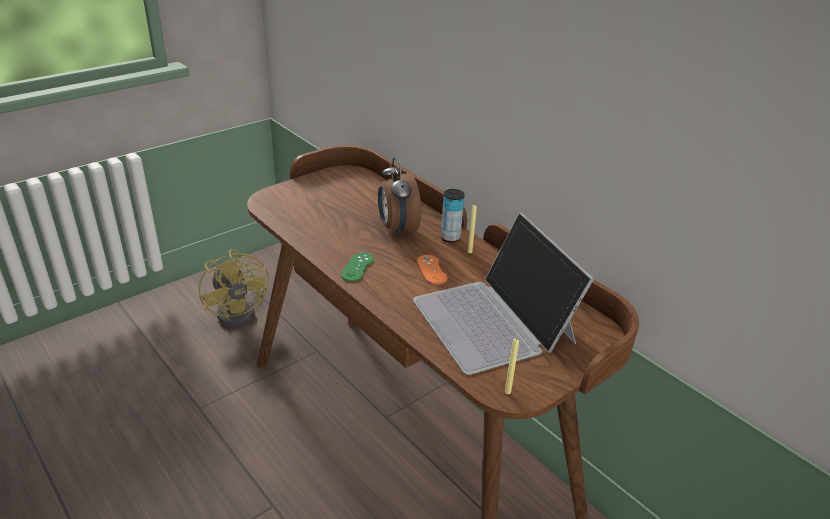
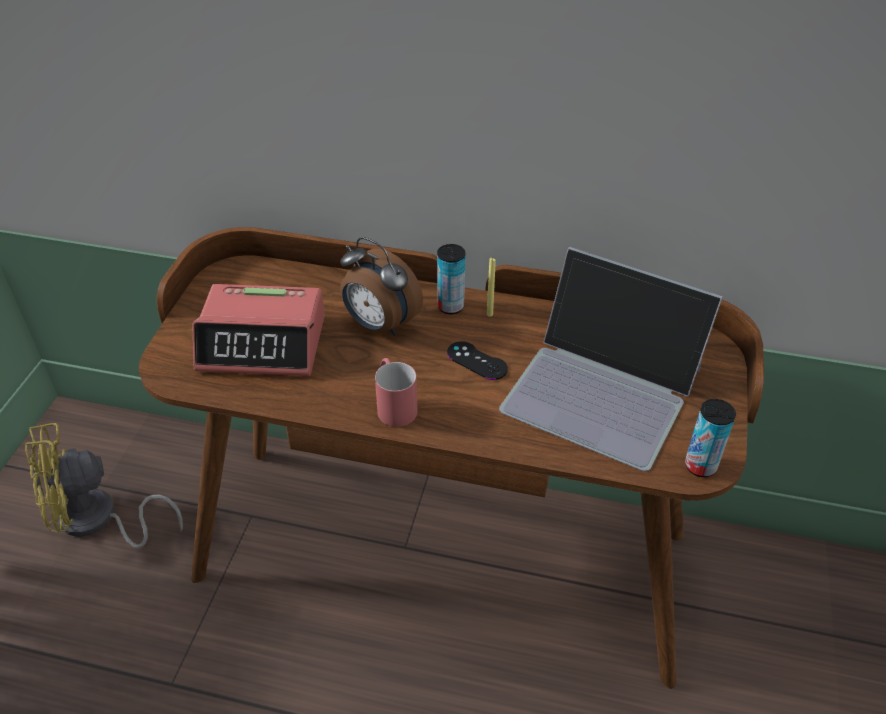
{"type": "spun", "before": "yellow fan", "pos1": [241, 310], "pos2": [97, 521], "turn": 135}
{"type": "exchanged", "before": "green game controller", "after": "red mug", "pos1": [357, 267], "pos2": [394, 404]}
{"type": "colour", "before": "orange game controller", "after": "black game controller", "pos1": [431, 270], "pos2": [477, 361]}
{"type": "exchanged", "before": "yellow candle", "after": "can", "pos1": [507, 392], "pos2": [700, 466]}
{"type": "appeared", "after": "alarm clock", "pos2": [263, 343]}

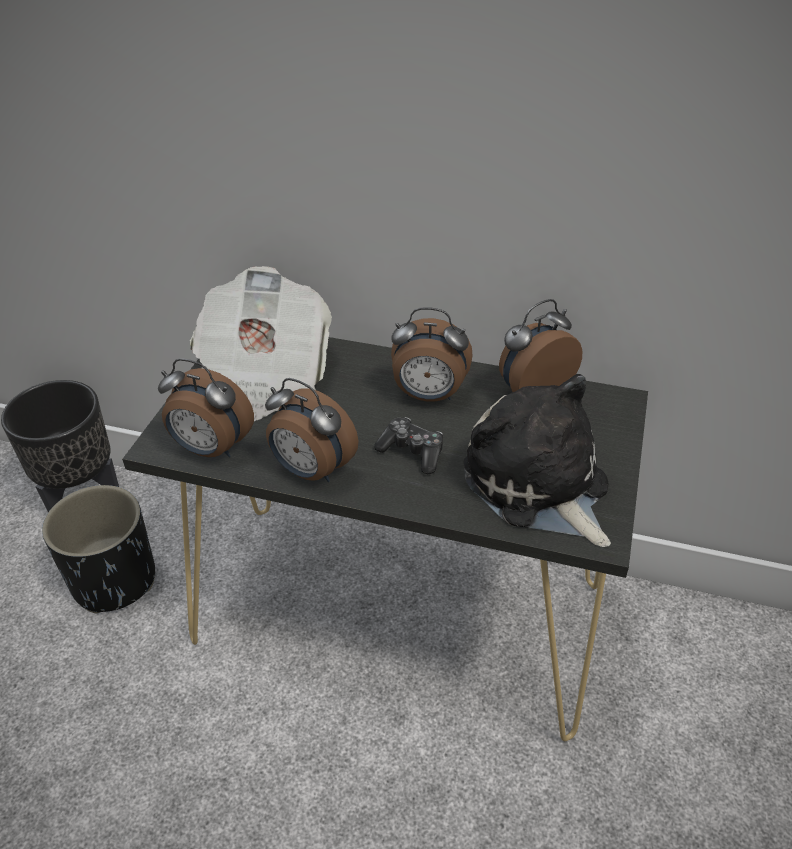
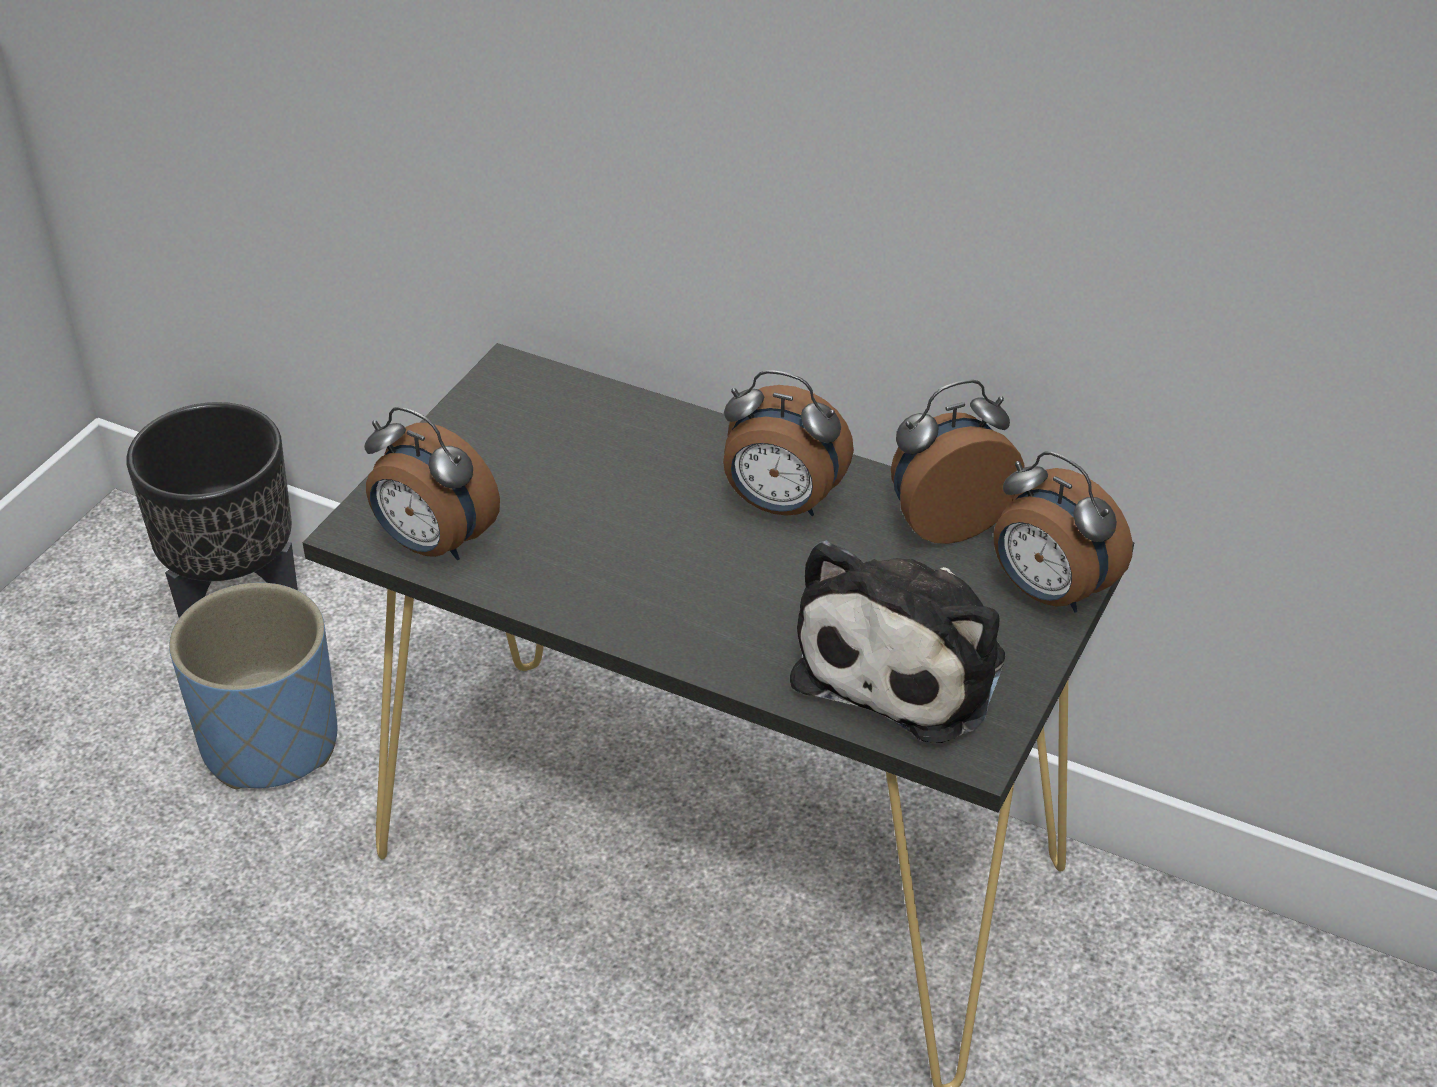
{"type": "colour", "before": "black planter", "after": "blue planter", "pos1": [114, 581], "pos2": [270, 743]}
{"type": "missing", "before": "newspaper", "pos1": [264, 377]}
{"type": "relocated", "before": "alarm clock", "pos1": [311, 471], "pos2": [1048, 593]}
{"type": "missing", "before": "game controller", "pos1": [412, 452]}
{"type": "spun", "before": "plush toy", "pos1": [538, 486], "pos2": [907, 663], "turn": -135}

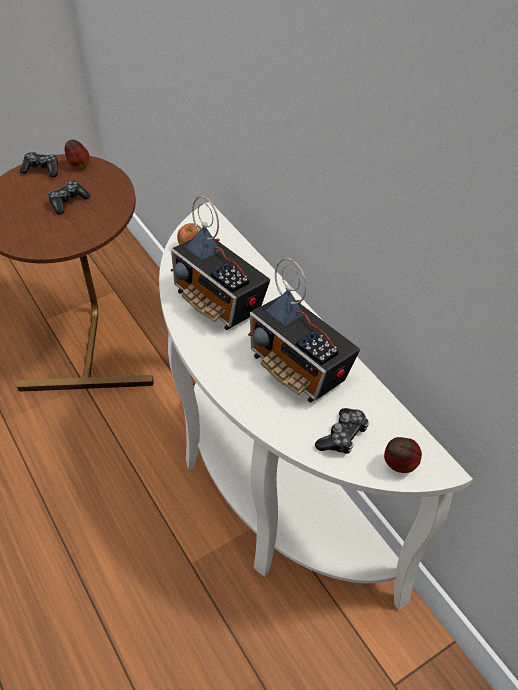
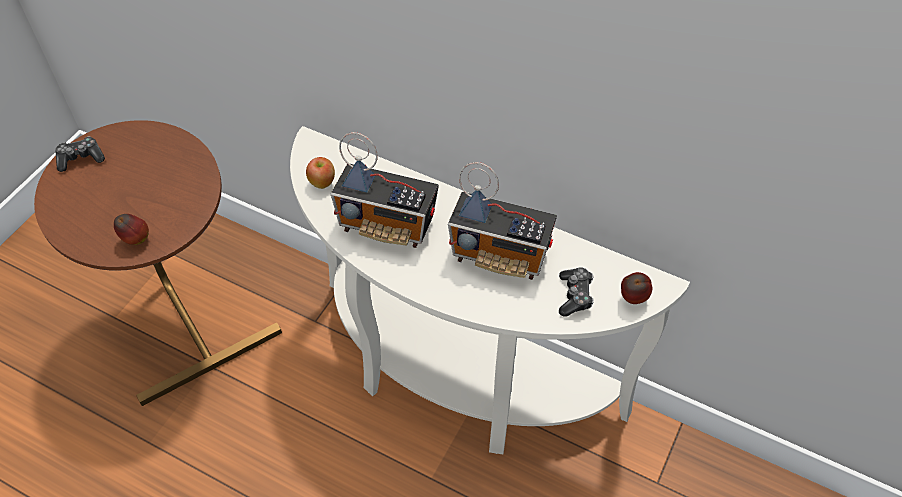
{"type": "missing", "before": "game controller", "pos1": [68, 202]}
{"type": "relocated", "before": "apple", "pos1": [79, 166], "pos2": [135, 240]}

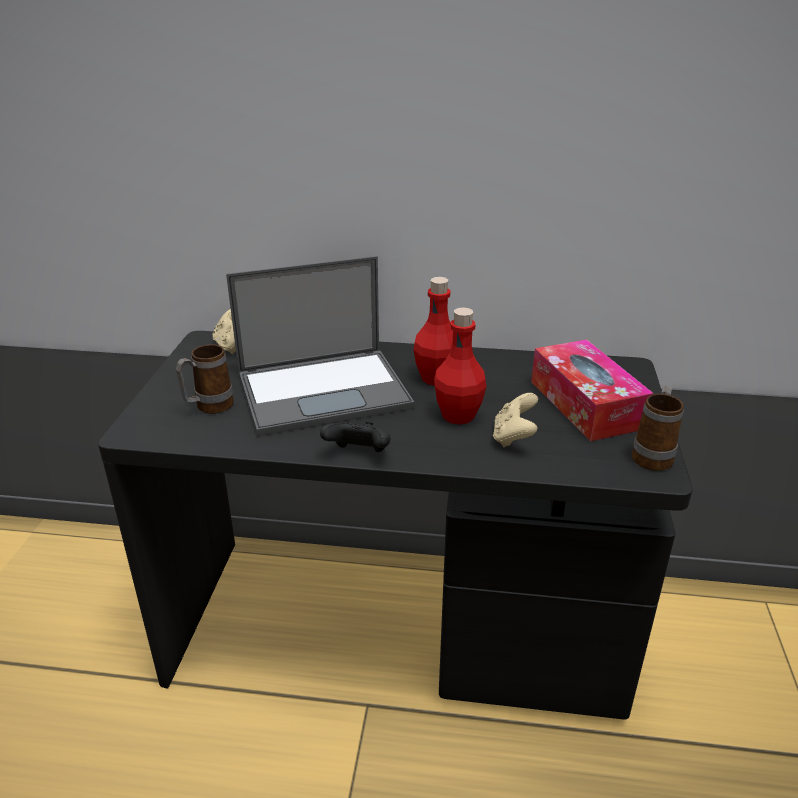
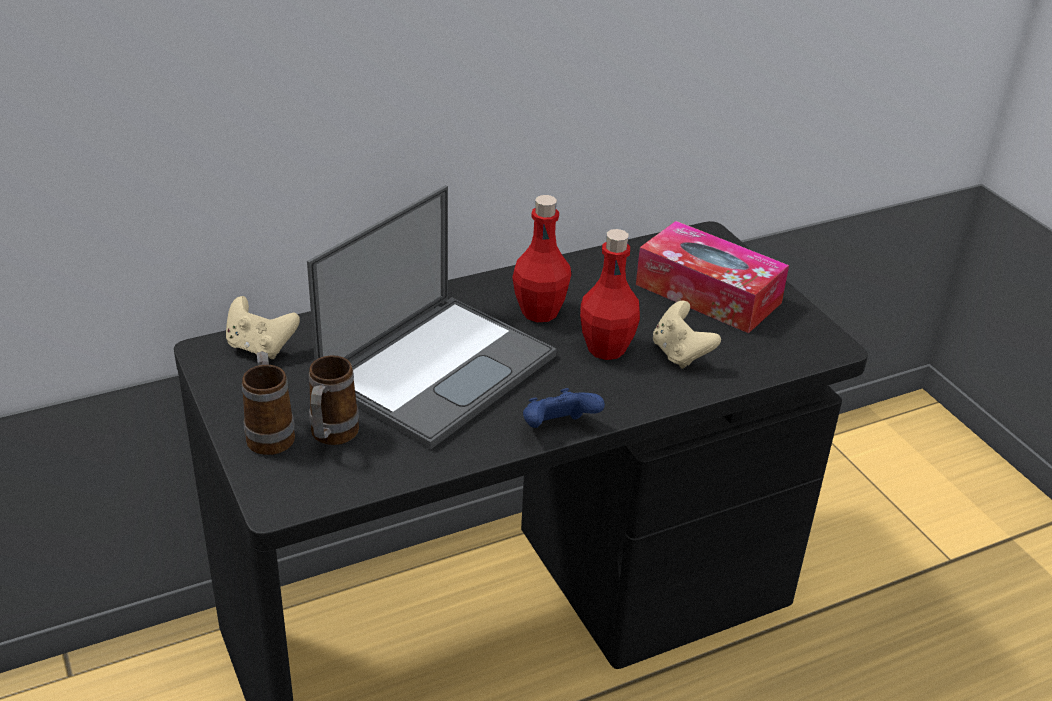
{"type": "colour", "before": "black game controller", "after": "blue game controller", "pos1": [358, 454], "pos2": [557, 429]}
{"type": "relocated", "before": "mug", "pos1": [653, 455], "pos2": [270, 433]}

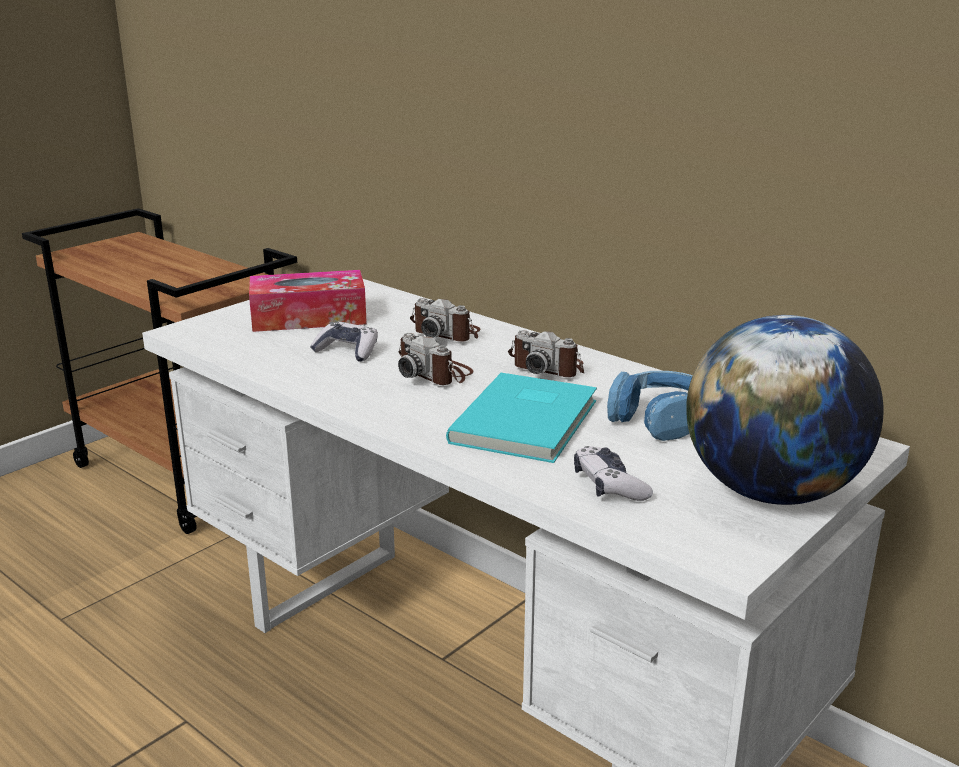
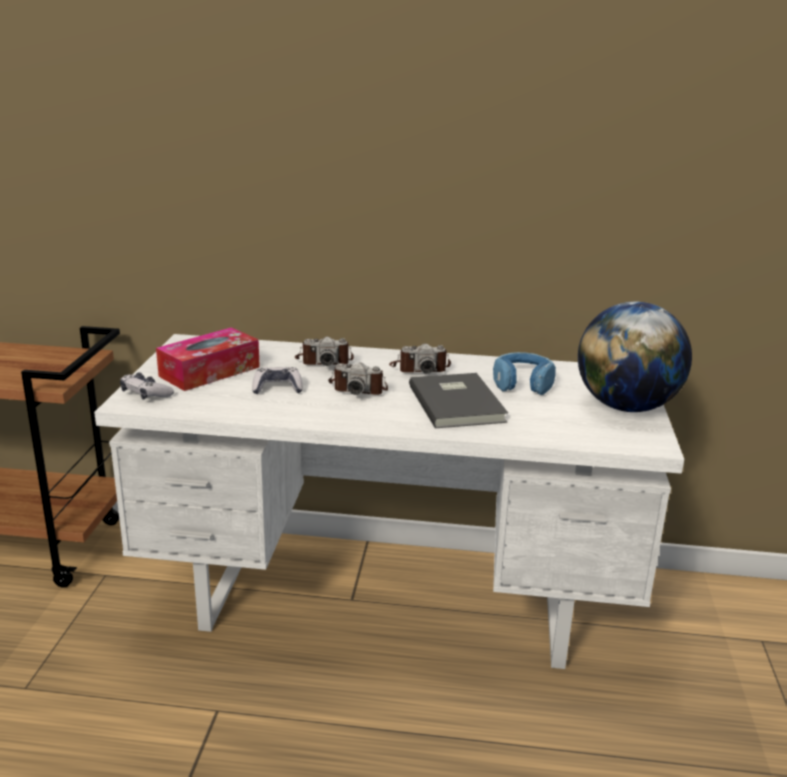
{"type": "colour", "before": "turquoise book", "after": "grey book", "pos1": [529, 421], "pos2": [458, 403]}
{"type": "relocated", "before": "game controller", "pos1": [609, 485], "pos2": [146, 394]}

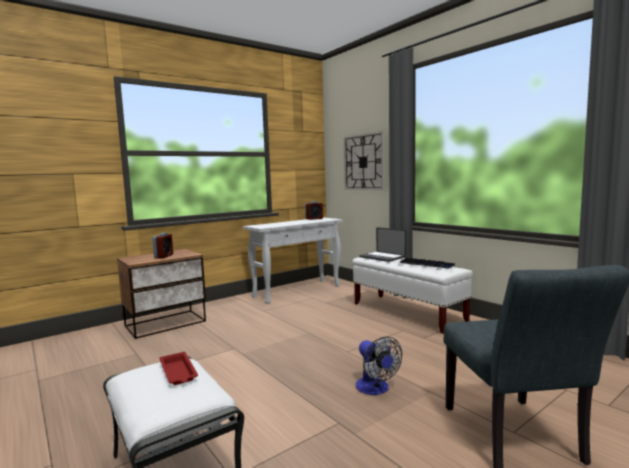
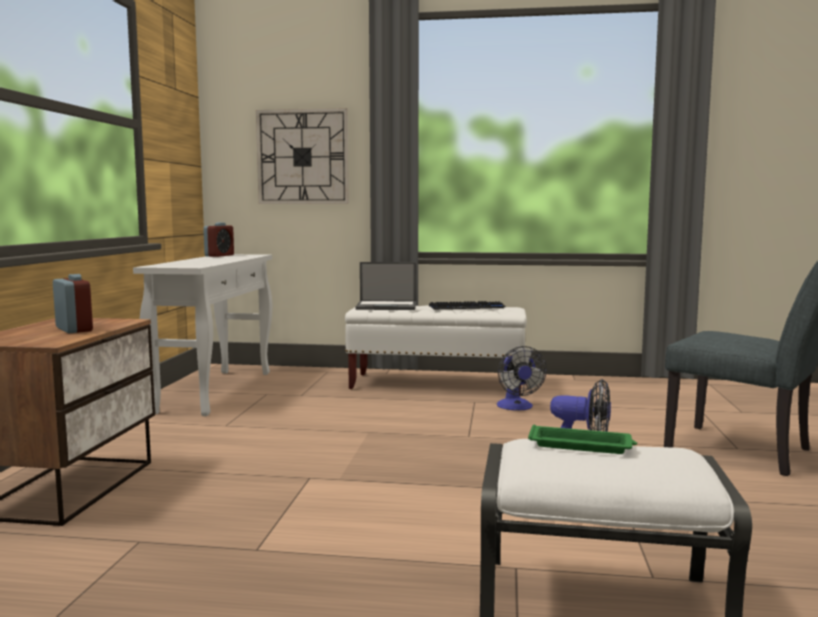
{"type": "colour", "before": "red tray", "after": "green tray", "pos1": [178, 372], "pos2": [582, 445]}
{"type": "appeared", "after": "fan", "pos2": [517, 407]}

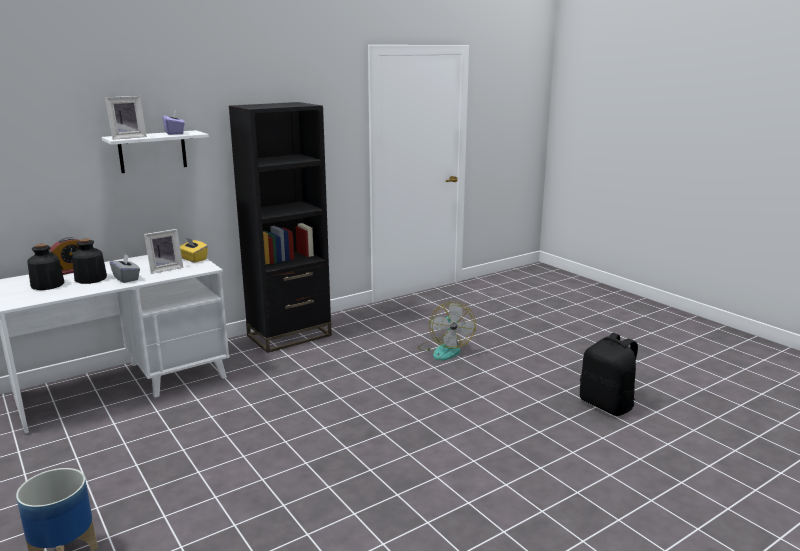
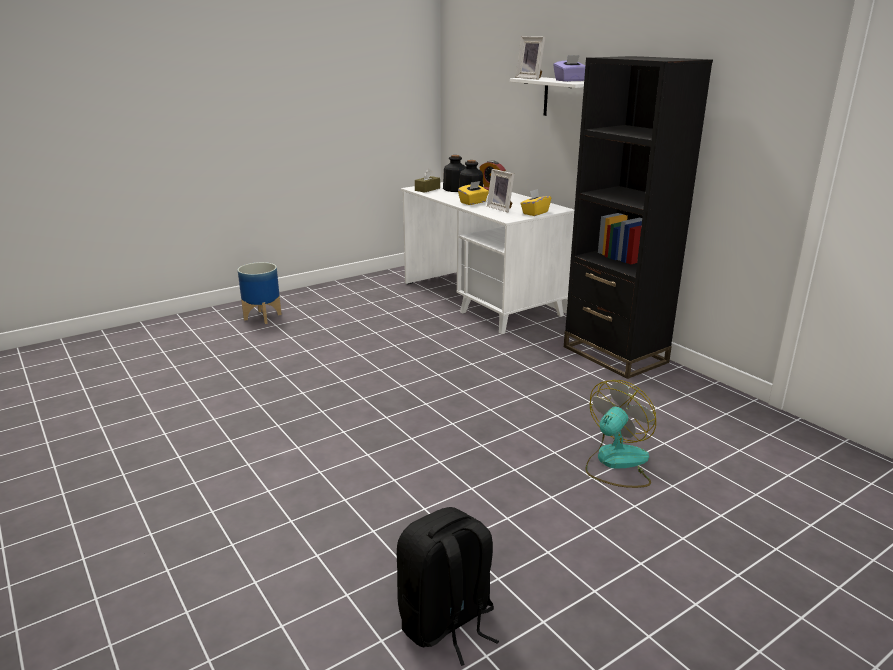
{"type": "colour", "before": "grey tissue box", "after": "yellow tissue box", "pos1": [126, 278], "pos2": [473, 202]}
{"type": "spun", "before": "fan", "pos1": [445, 350], "pos2": [616, 463], "turn": 135}
{"type": "appeared", "after": "brown tissue box", "pos2": [427, 189]}

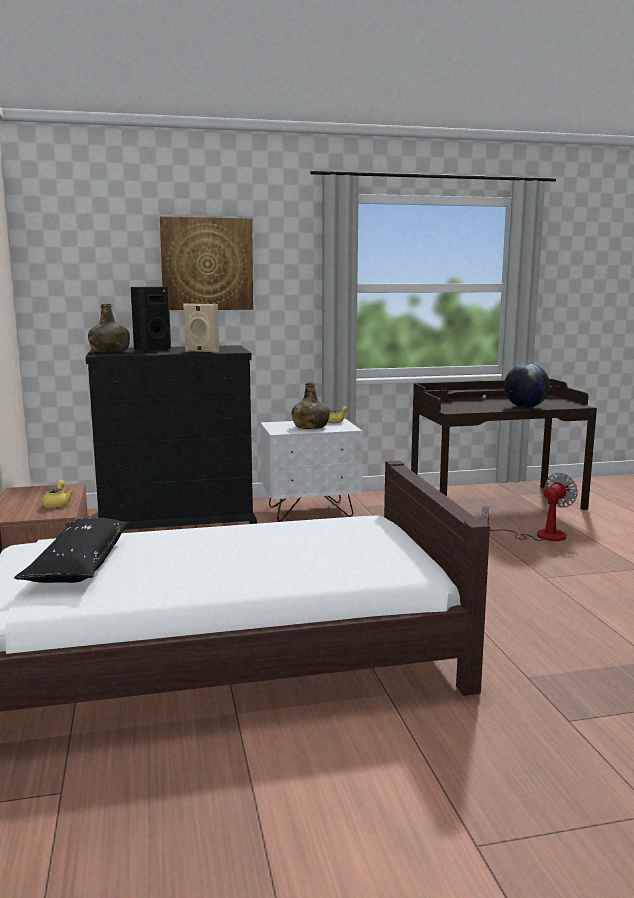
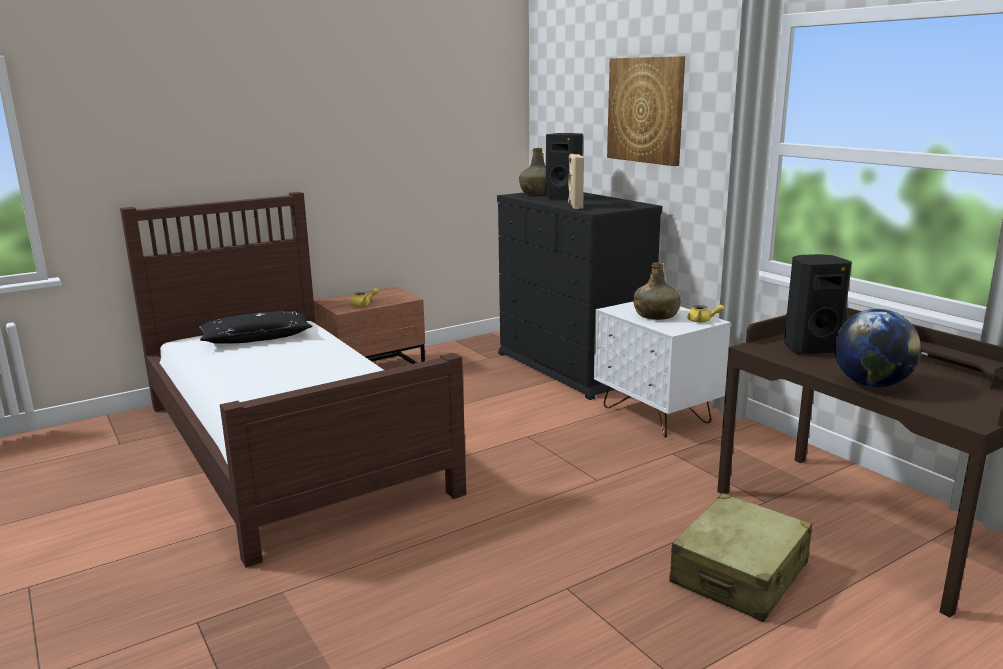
{"type": "exchanged", "before": "fan", "after": "beige suitcase", "pos1": [539, 535], "pos2": [739, 574]}
{"type": "appeared", "after": "black speaker", "pos2": [809, 348]}

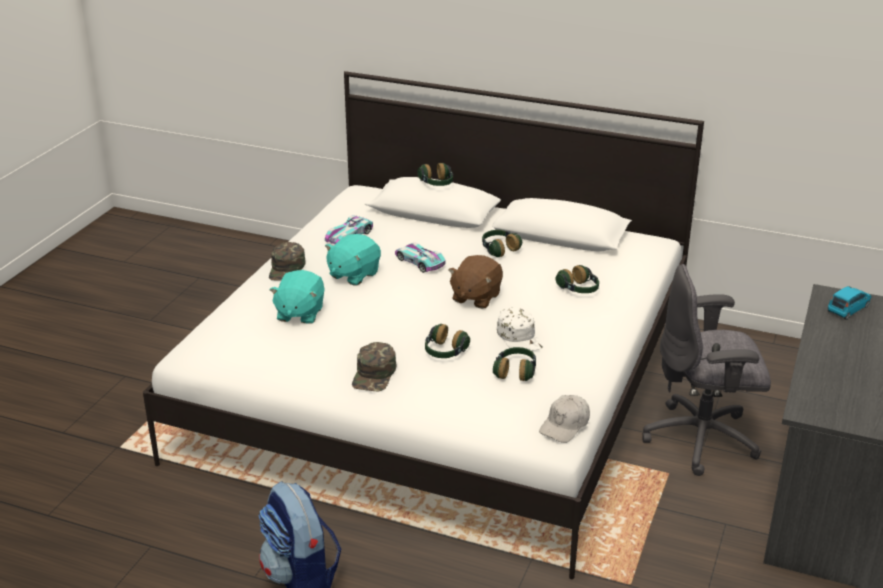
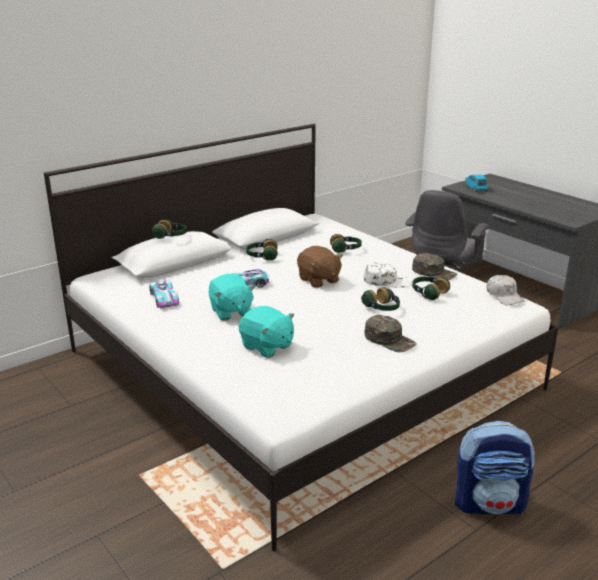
{"type": "relocated", "before": "green cap", "pos1": [287, 269], "pos2": [434, 272]}

